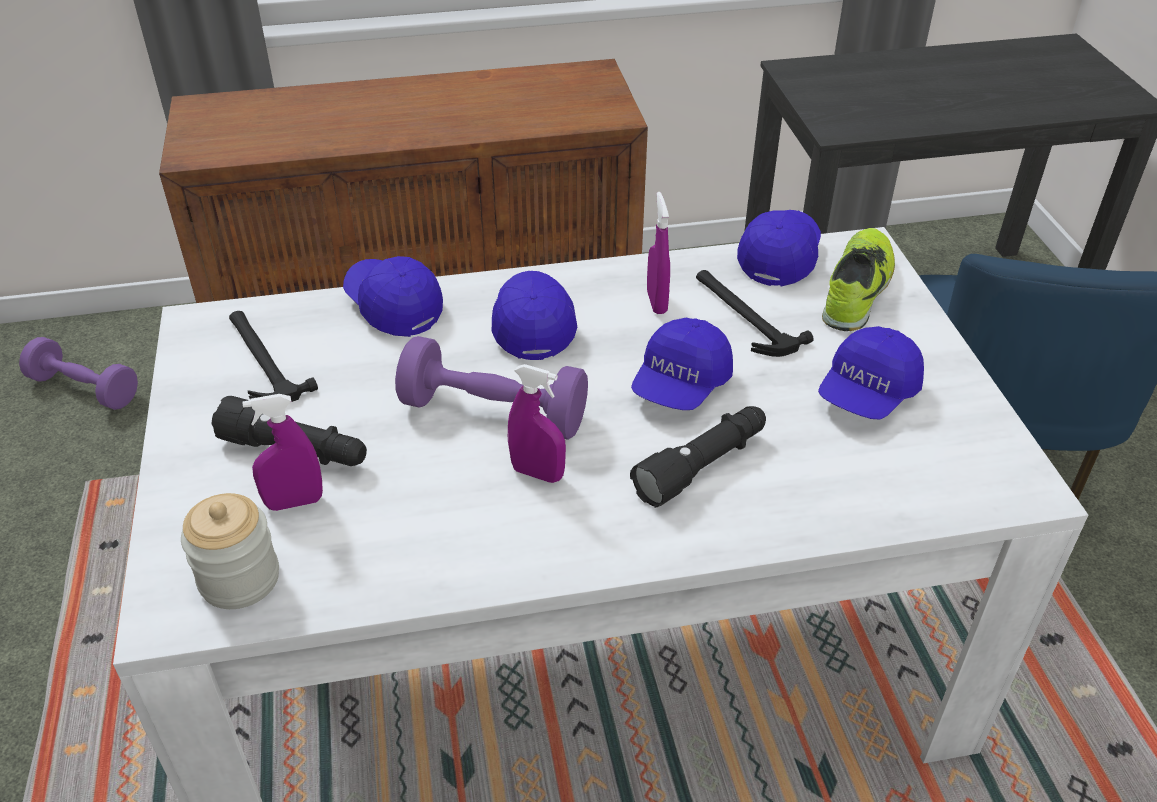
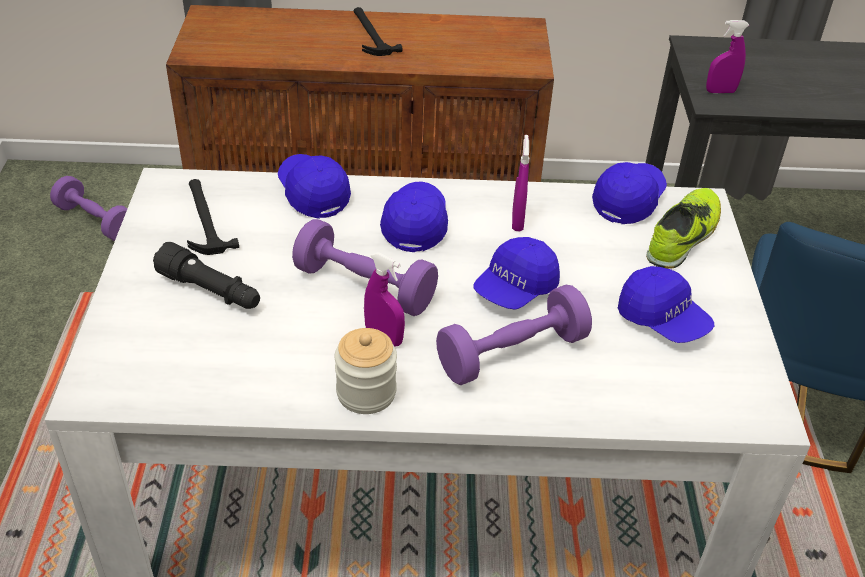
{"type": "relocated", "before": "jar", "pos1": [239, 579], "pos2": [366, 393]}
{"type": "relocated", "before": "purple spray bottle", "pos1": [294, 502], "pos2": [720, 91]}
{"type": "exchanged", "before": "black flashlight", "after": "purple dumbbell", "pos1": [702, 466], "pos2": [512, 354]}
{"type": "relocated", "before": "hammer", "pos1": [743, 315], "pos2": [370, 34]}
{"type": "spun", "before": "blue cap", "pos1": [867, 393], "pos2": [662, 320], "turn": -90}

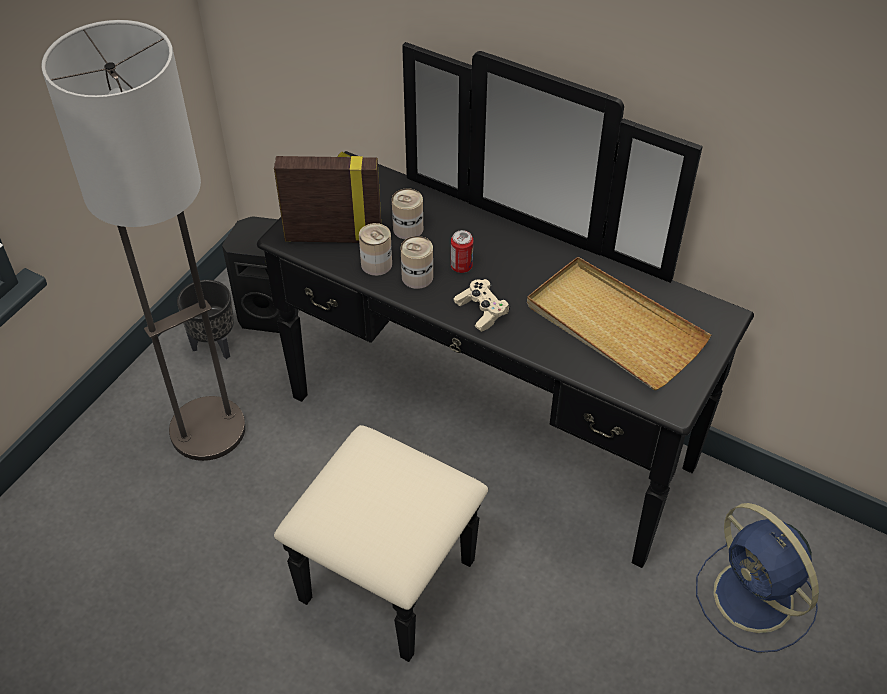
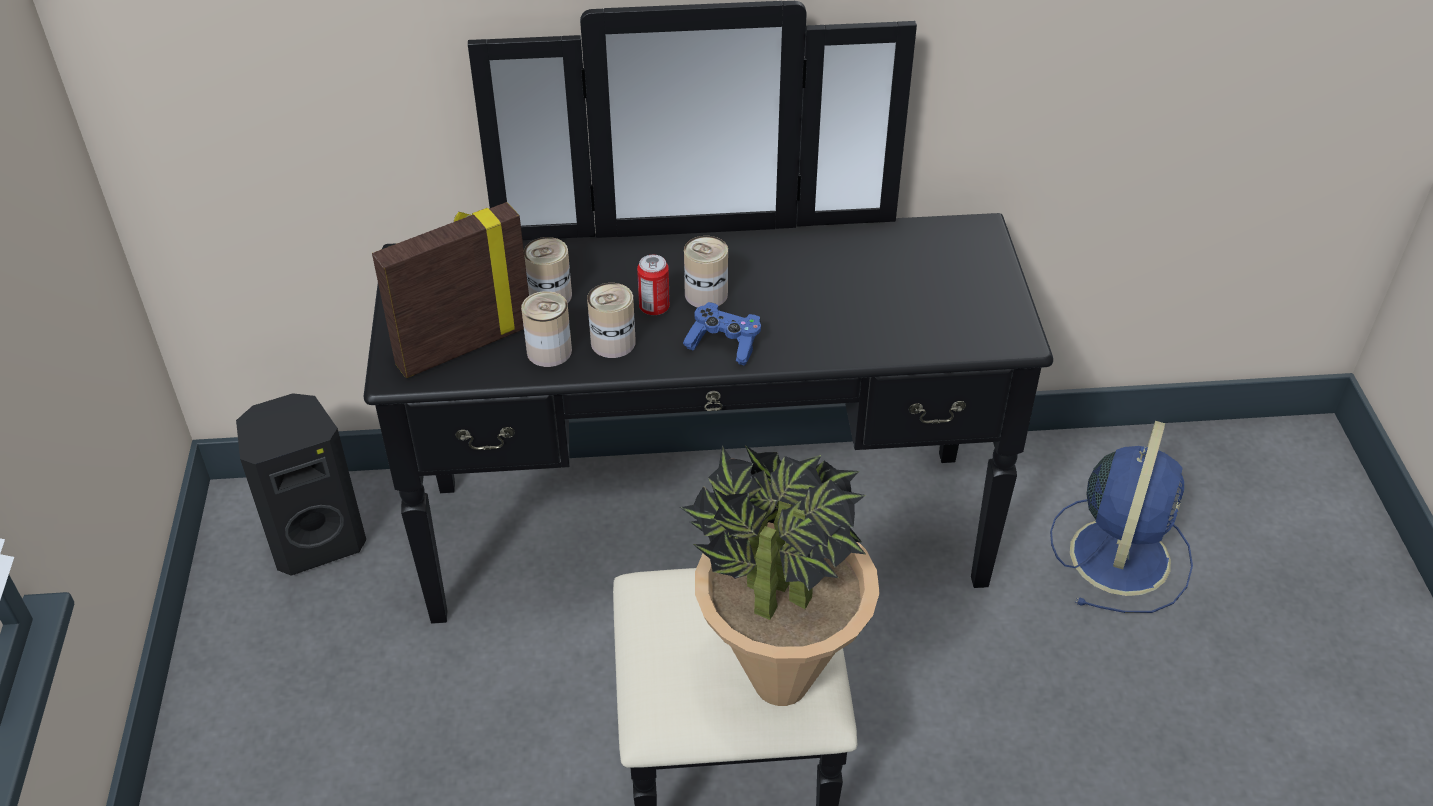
{"type": "missing", "before": "floor lamp", "pos1": [208, 429]}
{"type": "missing", "before": "black planter", "pos1": [215, 345]}
{"type": "colour", "before": "beige game controller", "after": "blue game controller", "pos1": [482, 311], "pos2": [724, 343]}
{"type": "missing", "before": "beige tray", "pos1": [613, 326]}
{"type": "spun", "before": "blue fan", "pos1": [756, 599], "pos2": [1120, 553], "turn": -90}
{"type": "appeared", "after": "potted plant", "pos2": [779, 683]}
{"type": "appeared", "after": "can", "pos2": [706, 294]}

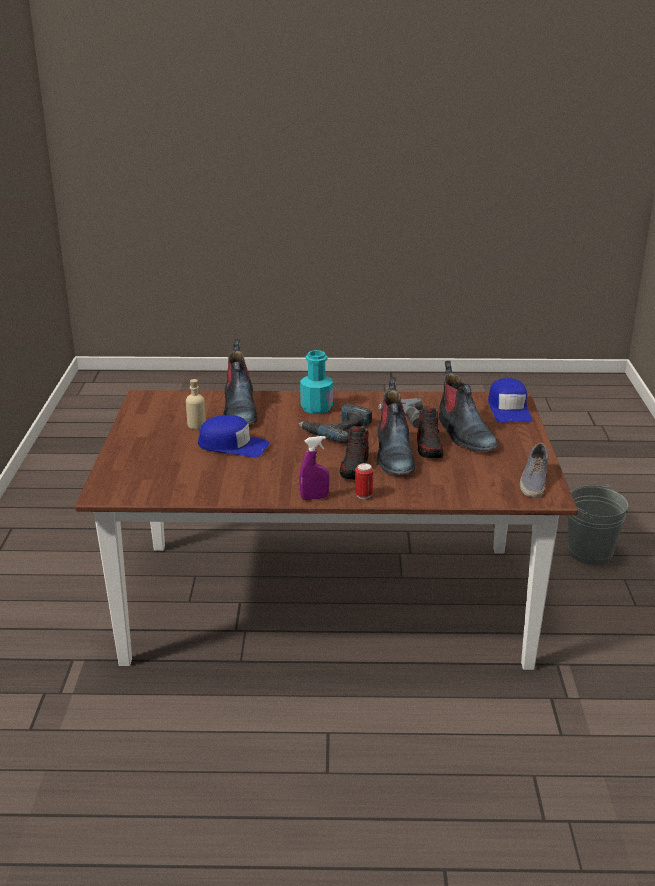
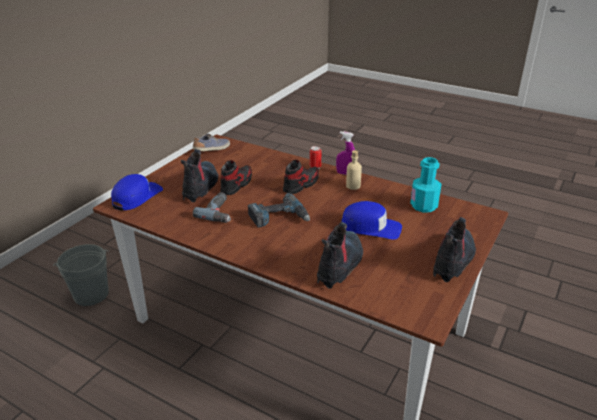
{"type": "relocated", "before": "beige bottle", "pos1": [196, 425], "pos2": [353, 186]}
{"type": "spun", "before": "blue cap", "pos1": [233, 445], "pos2": [371, 227], "turn": 150}
{"type": "relocated", "before": "turquoise bottle", "pos1": [316, 408], "pos2": [424, 206]}
{"type": "relocated", "before": "boot", "pos1": [393, 455], "pos2": [453, 260]}

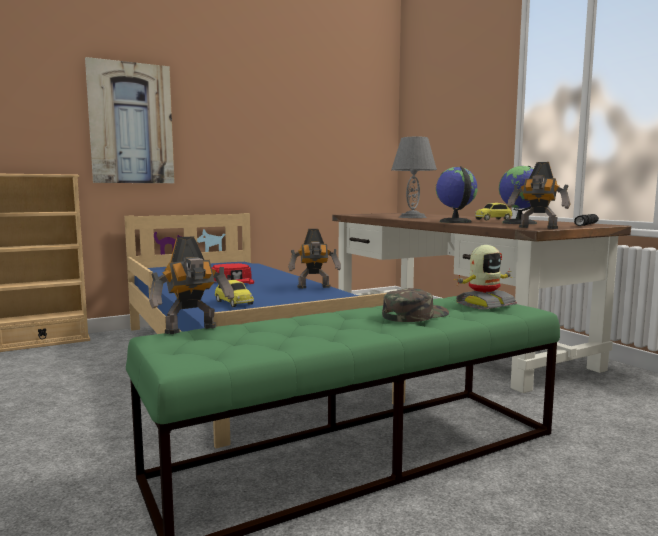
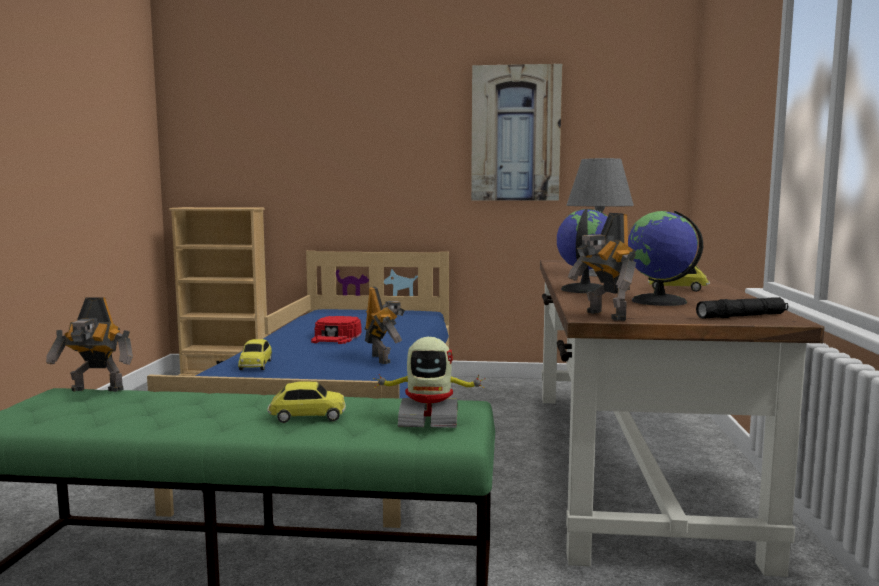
{"type": "relocated", "before": "picture", "pos1": [131, 124], "pos2": [515, 134]}
{"type": "spun", "before": "toy robot", "pos1": [314, 287], "pos2": [383, 359], "turn": -135}
{"type": "exchanged", "before": "green cap", "after": "toy car", "pos1": [414, 315], "pos2": [307, 416]}

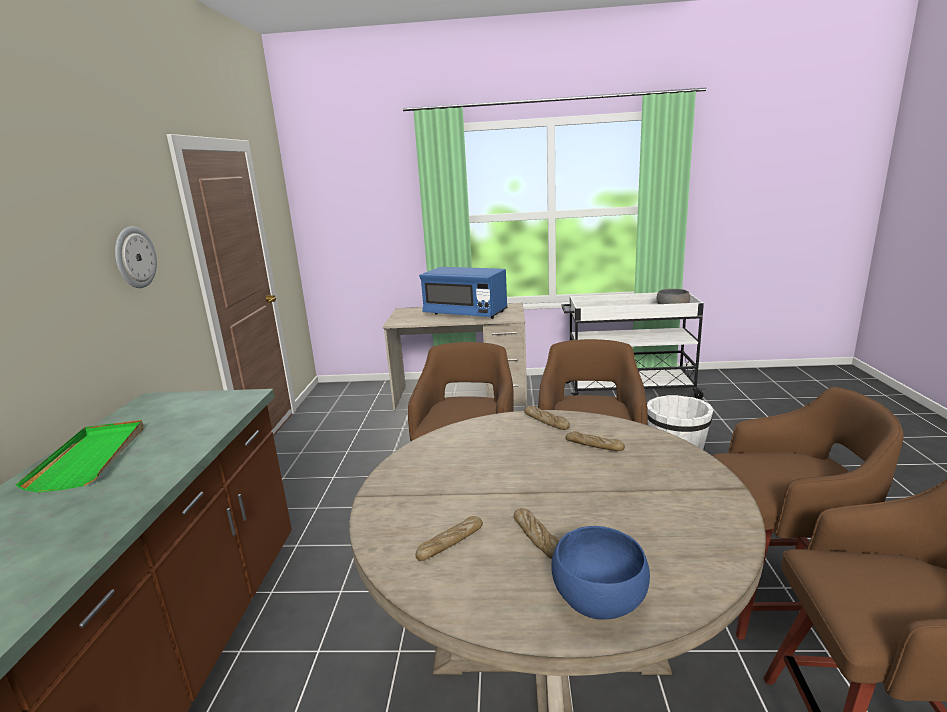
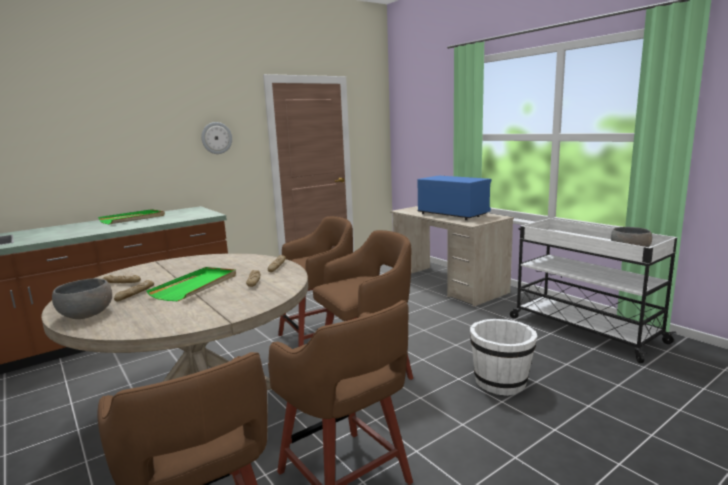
{"type": "spun", "before": "blue microwave", "pos1": [465, 314], "pos2": [453, 215], "turn": 150}
{"type": "colour", "before": "blue bowl", "after": "grey bowl", "pos1": [599, 598], "pos2": [86, 314]}
{"type": "appeared", "after": "green tray", "pos2": [196, 286]}

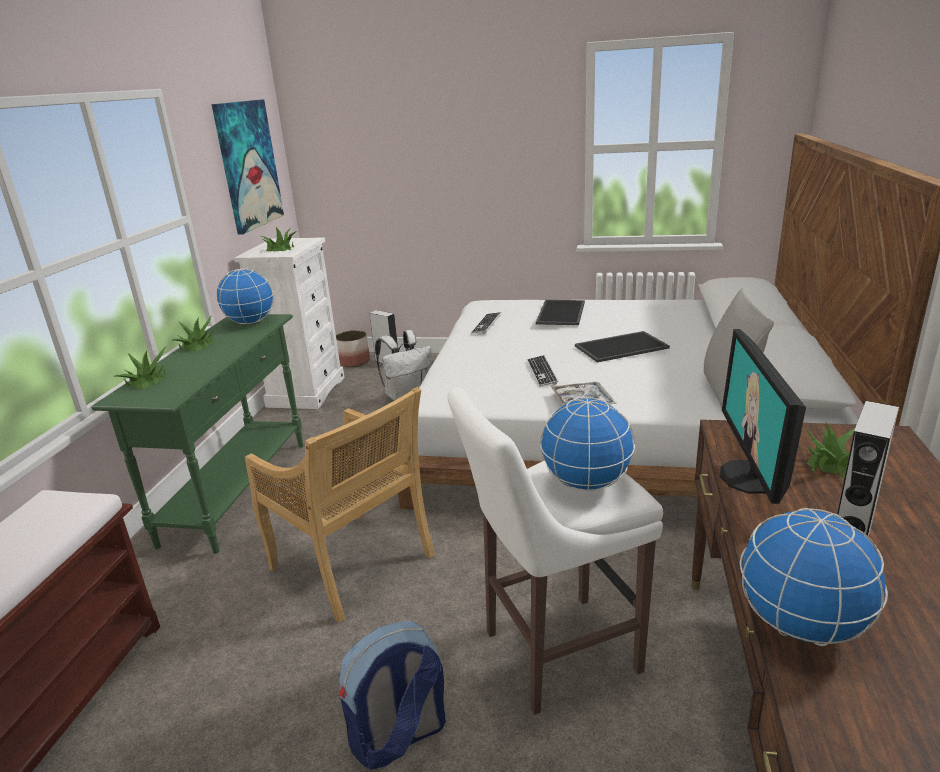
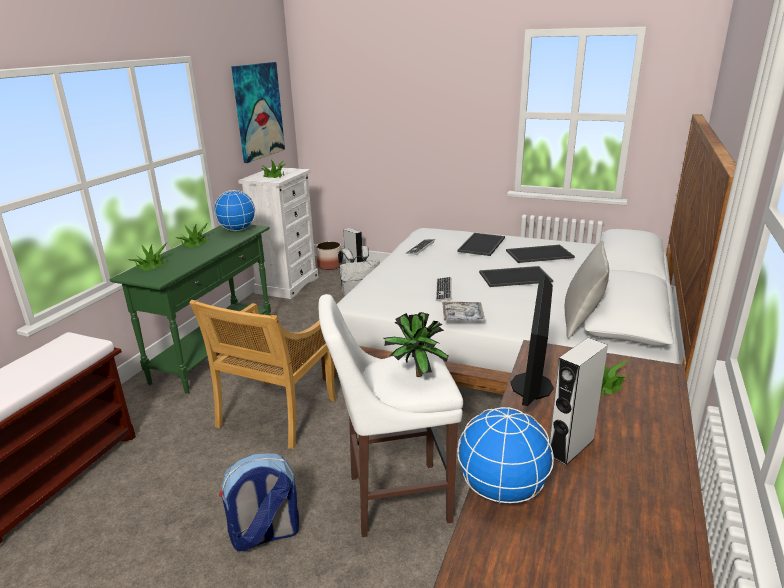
{"type": "spun", "before": "beige chair", "pos1": [354, 564], "pos2": [276, 414], "turn": 60}
{"type": "exchanged", "before": "globe", "after": "potted plant", "pos1": [586, 483], "pos2": [414, 375]}
{"type": "appeared", "after": "tray", "pos2": [539, 254]}

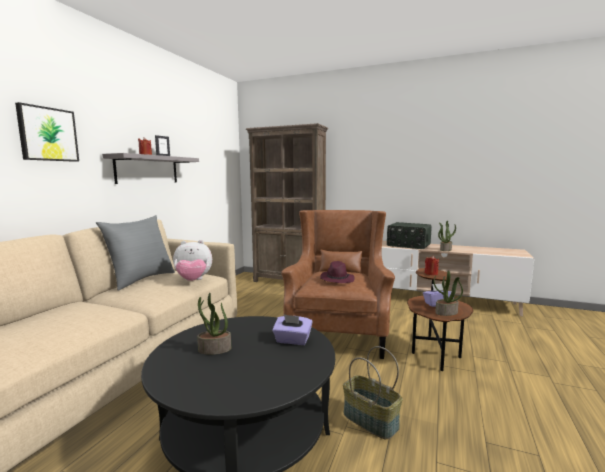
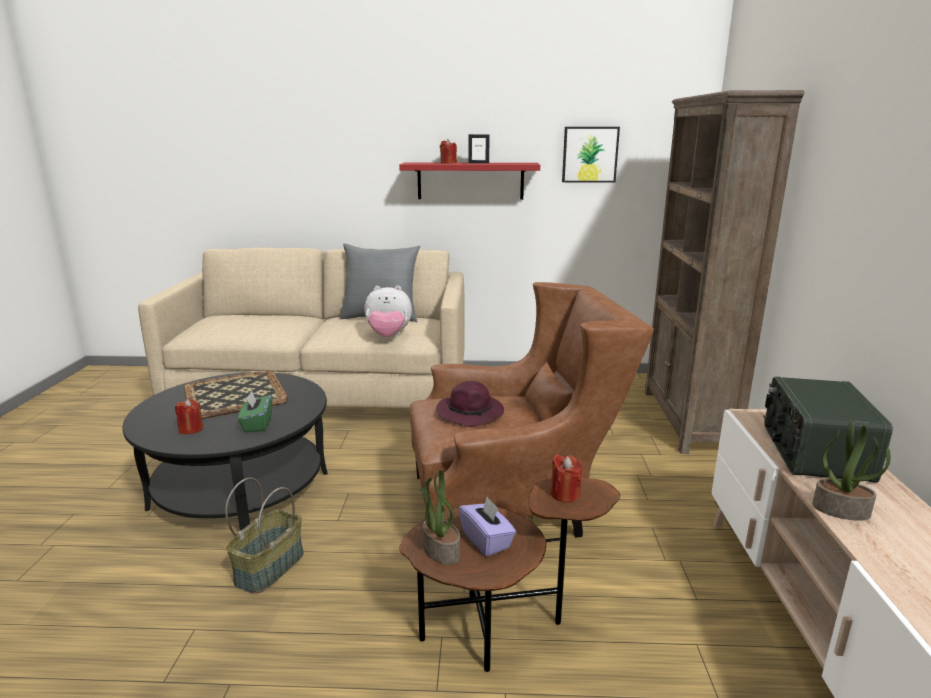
{"type": "relocated", "before": "picture", "pos1": [47, 134], "pos2": [589, 154]}
{"type": "colour", "before": "grey shelf", "after": "red shelf", "pos1": [147, 169], "pos2": [470, 181]}
{"type": "spun", "before": "plush toy", "pos1": [193, 281], "pos2": [388, 336], "turn": -60}
{"type": "exchanged", "before": "potted plant", "after": "tray", "pos1": [214, 350], "pos2": [234, 394]}
{"type": "colour", "before": "purple tissue box", "after": "green tissue box", "pos1": [292, 340], "pos2": [257, 424]}
{"type": "appeared", "after": "red candle", "pos2": [191, 429]}

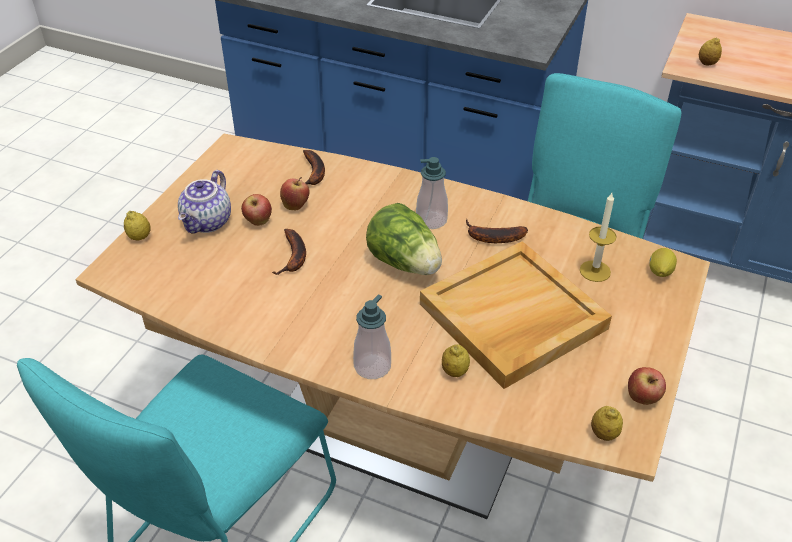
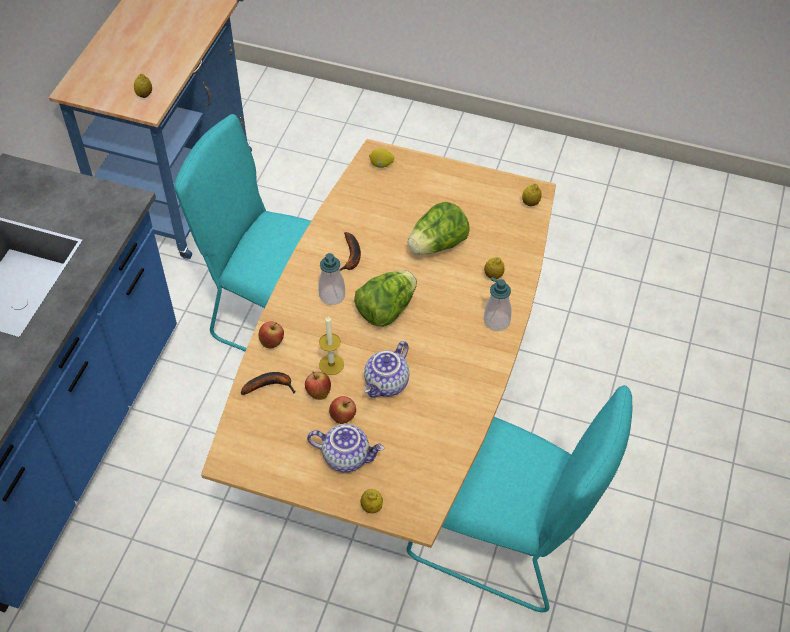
{"type": "exchanged", "before": "banana", "after": "teapot", "pos1": [294, 257], "pos2": [387, 384]}
{"type": "exchanged", "before": "beige tray", "after": "lettuce", "pos1": [512, 318], "pos2": [437, 245]}
{"type": "relocated", "before": "candle", "pos1": [595, 271], "pos2": [331, 364]}
{"type": "relocated", "before": "apple", "pos1": [642, 398], "pos2": [272, 342]}

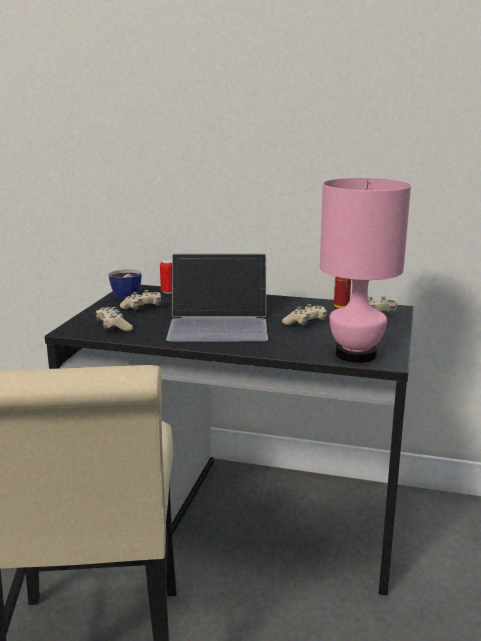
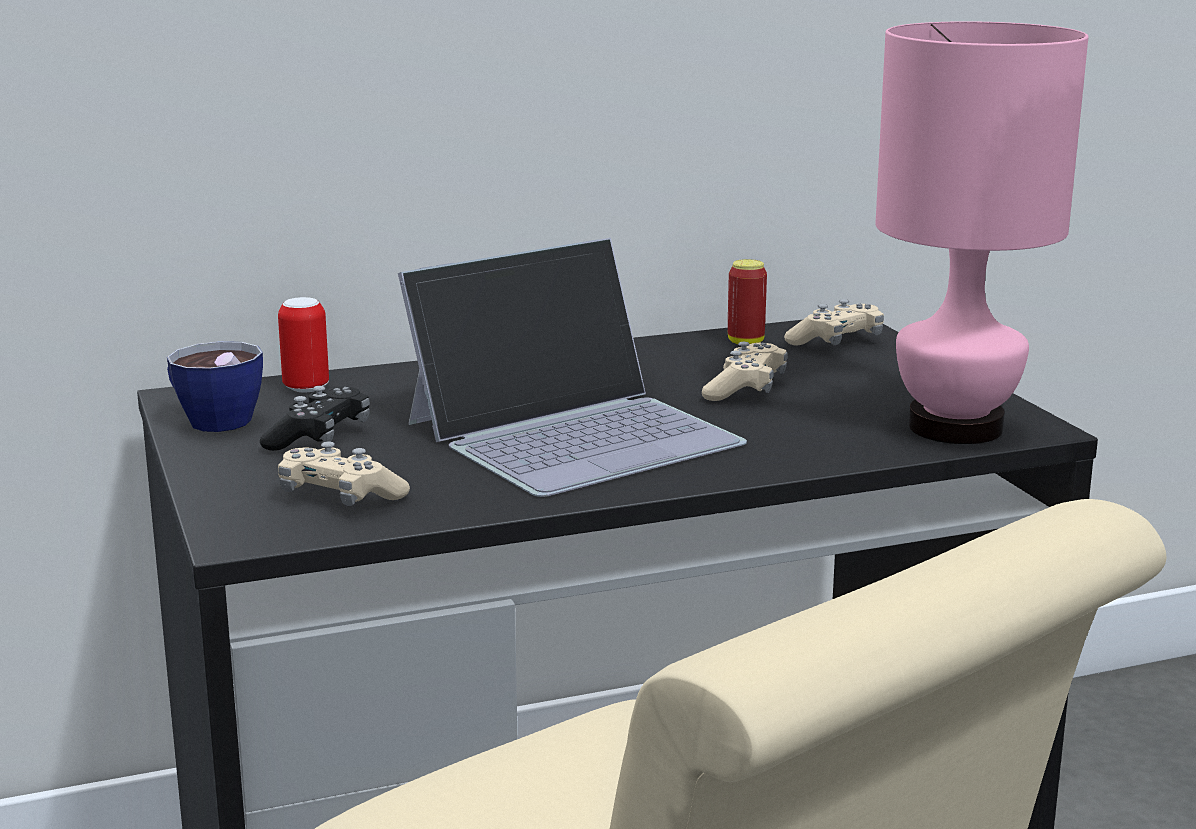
{"type": "colour", "before": "beige game controller", "after": "black game controller", "pos1": [142, 308], "pos2": [319, 438]}

